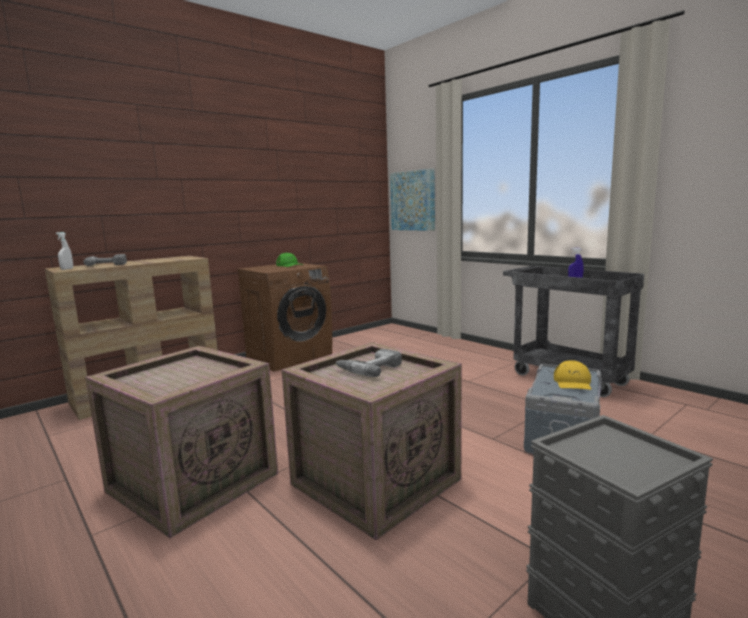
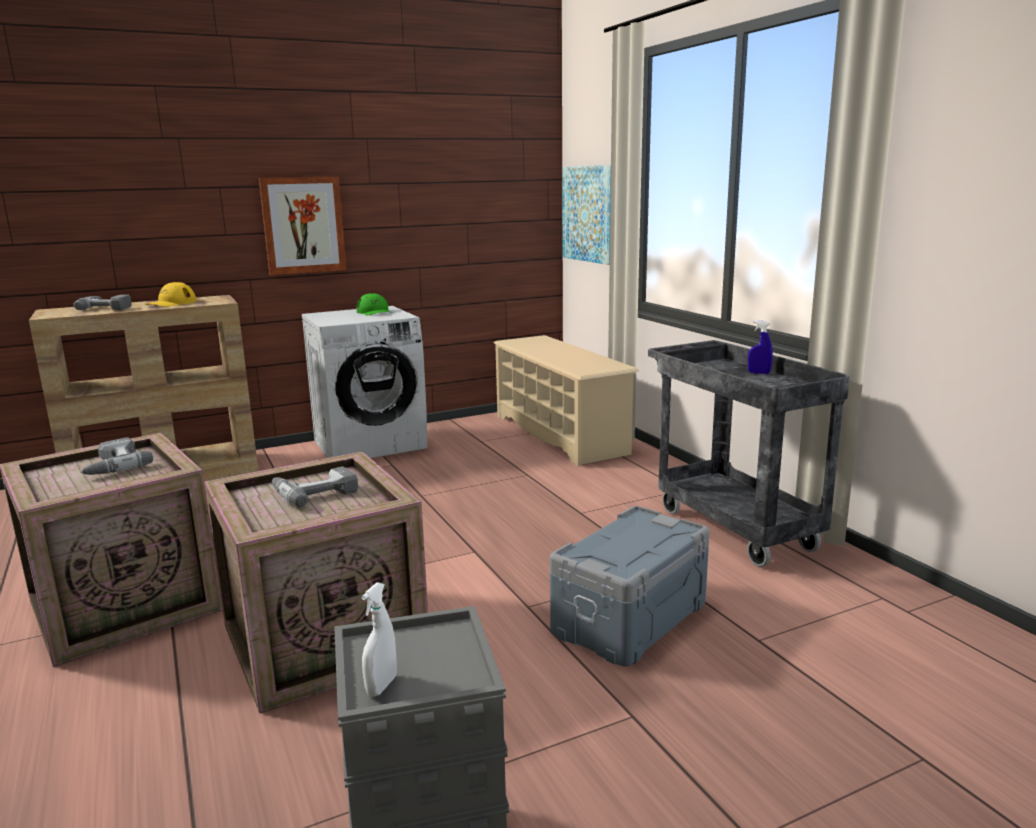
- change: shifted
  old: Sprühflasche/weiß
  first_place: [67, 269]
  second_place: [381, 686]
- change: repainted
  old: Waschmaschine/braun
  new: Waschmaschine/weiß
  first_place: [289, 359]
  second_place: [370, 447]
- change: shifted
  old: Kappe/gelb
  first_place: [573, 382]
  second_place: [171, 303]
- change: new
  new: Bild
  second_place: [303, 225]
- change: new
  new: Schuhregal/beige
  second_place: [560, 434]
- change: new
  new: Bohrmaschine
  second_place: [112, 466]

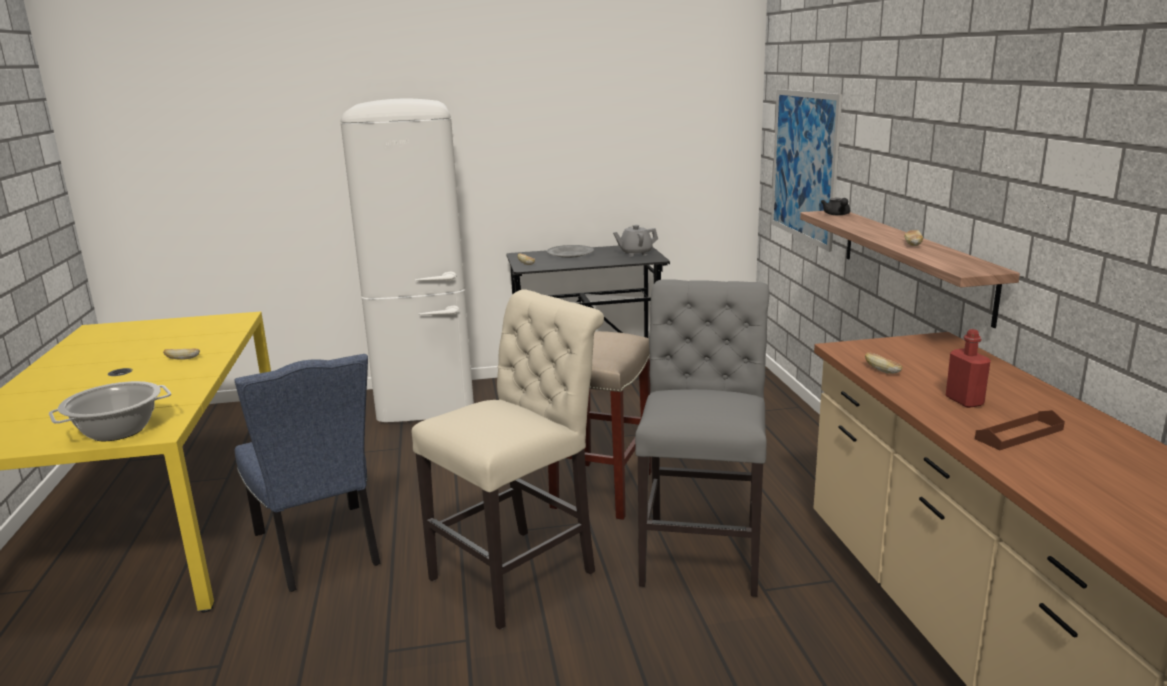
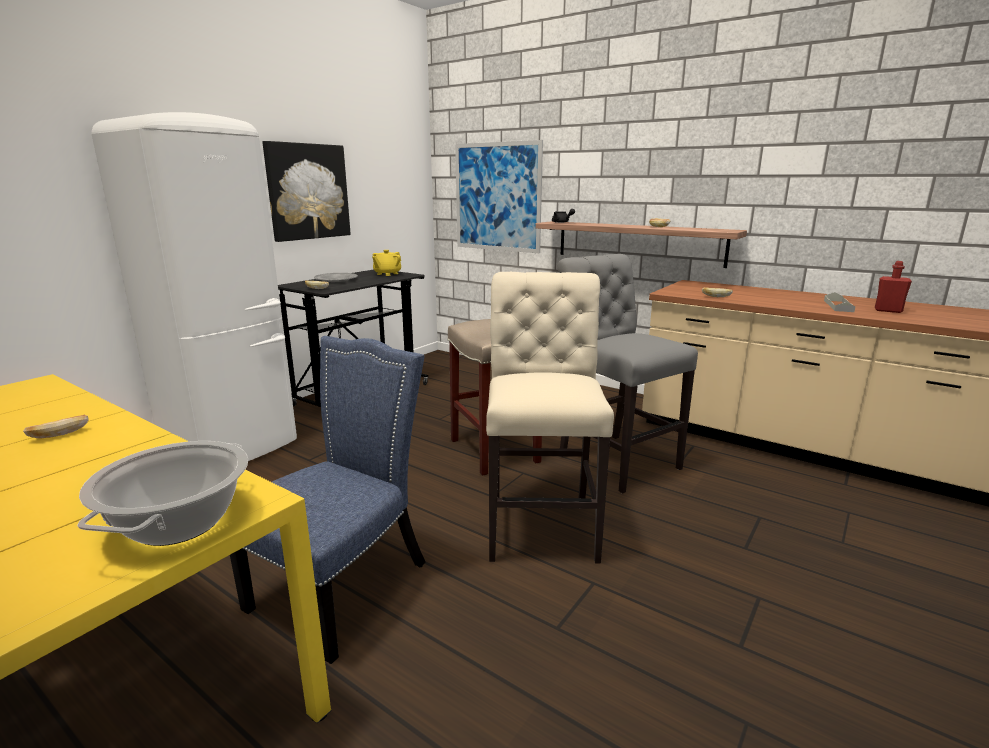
- change: repainted
  old: Teekanne/grau
  new: Teekanne/gelb
  first_place: [635, 253]
  second_place: [387, 274]
- change: shifted
  old: Flasche/rot
  first_place: [964, 401]
  second_place: [888, 310]
- change: rotated
  old: Stuhl/blau
  first_place: [320, 545]
  second_place: [339, 590]
  degrees: -75
- change: repainted
  old: Tablett/braun
  new: Tablett/grau
  first_place: [1019, 434]
  second_place: [838, 306]
- change: new
  new: Bild
  second_place: [308, 192]

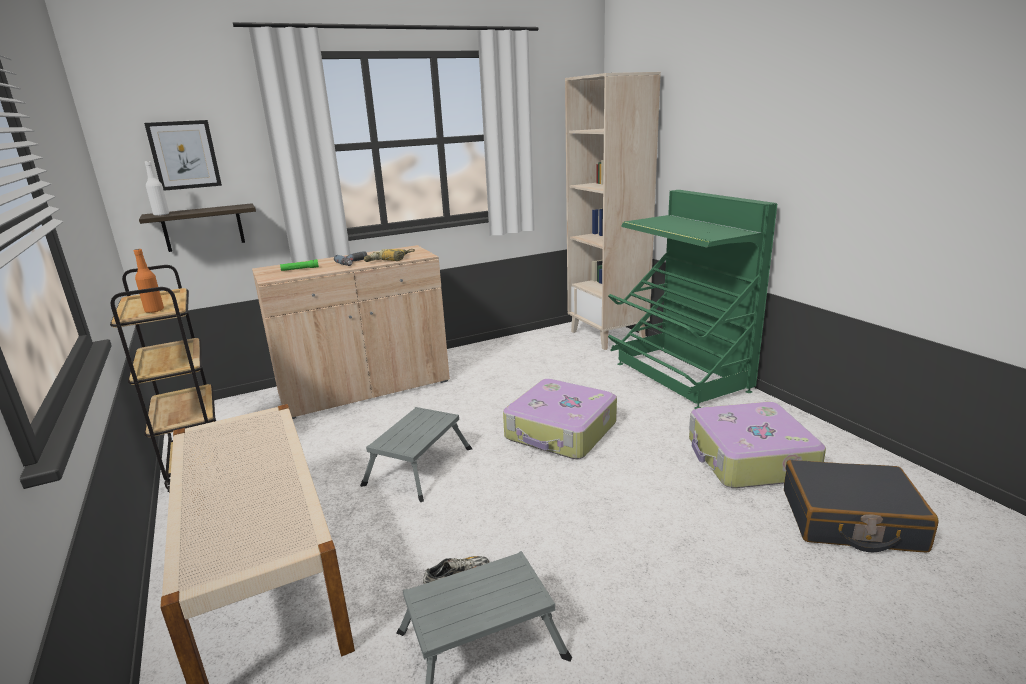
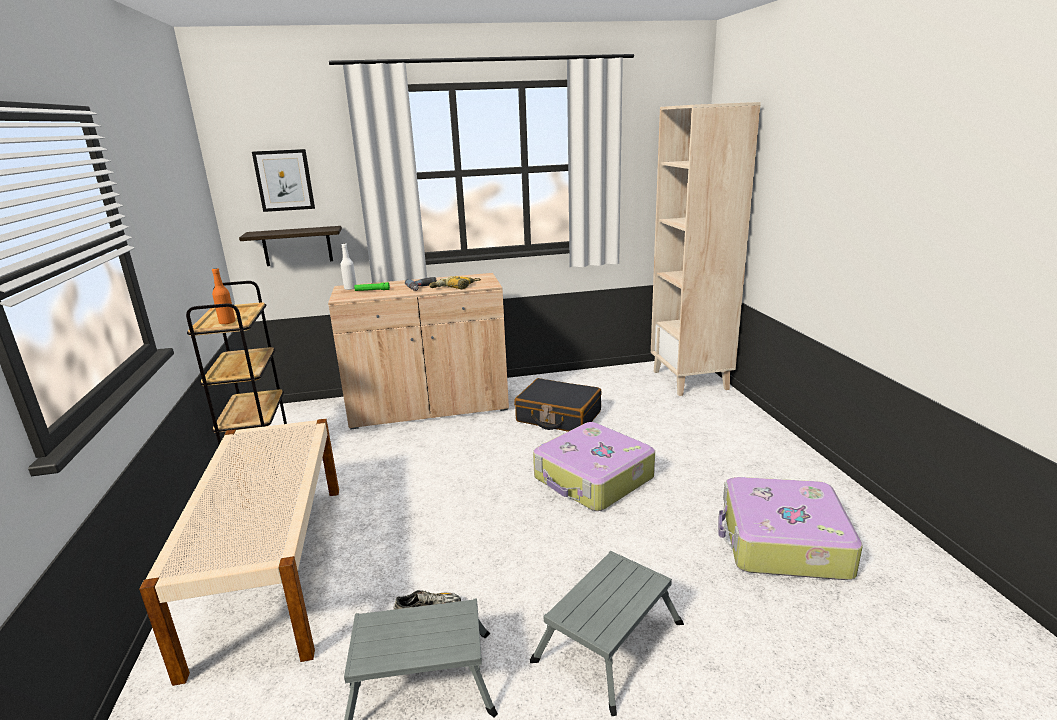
- change: shifted
  old: Flasche/weiß
  first_place: [161, 214]
  second_place: [350, 288]
- change: gone
  old: Schuhregal/grün
  first_place: [676, 378]
- change: shifted
  old: Trittleiter/grau
  first_place: [418, 466]
  second_place: [608, 642]
- change: shifted
  old: Koffer/schwarz
  first_place: [850, 520]
  second_place: [558, 416]

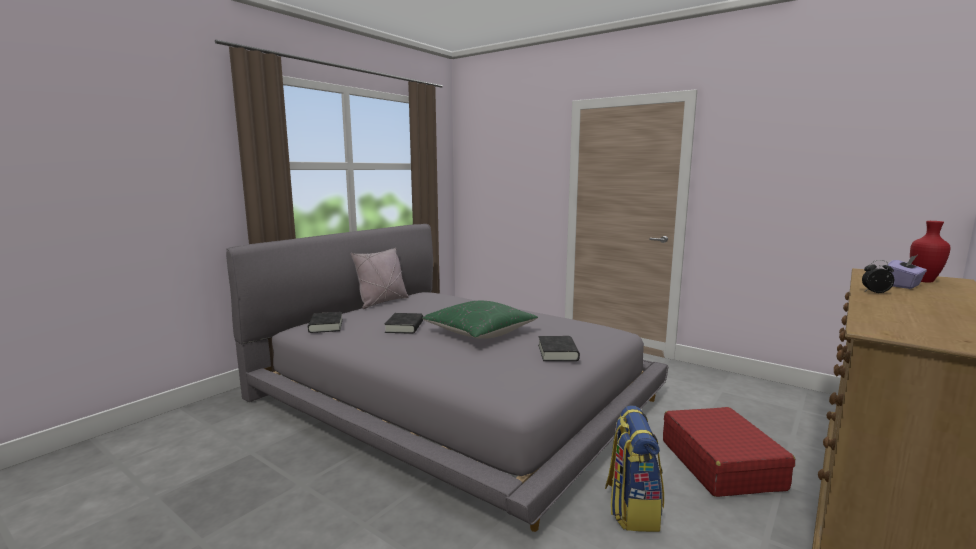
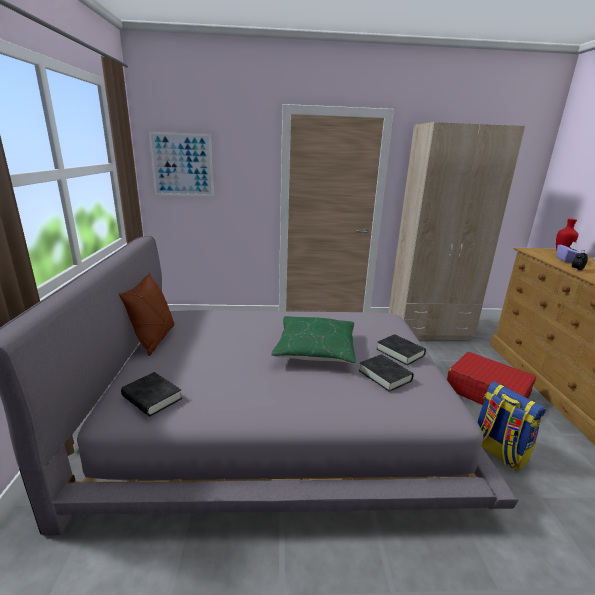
- change: repainted
  old: Kissen/lila
  new: Kissen/braun
  first_place: [382, 302]
  second_place: [154, 339]
- change: shifted
  old: Buch/schwarz
  first_place: [404, 327]
  second_place: [385, 376]
- change: new
  new: Kleiderschrank/beige
  second_place: [429, 330]
- change: new
  new: Bild
  second_place: [182, 165]

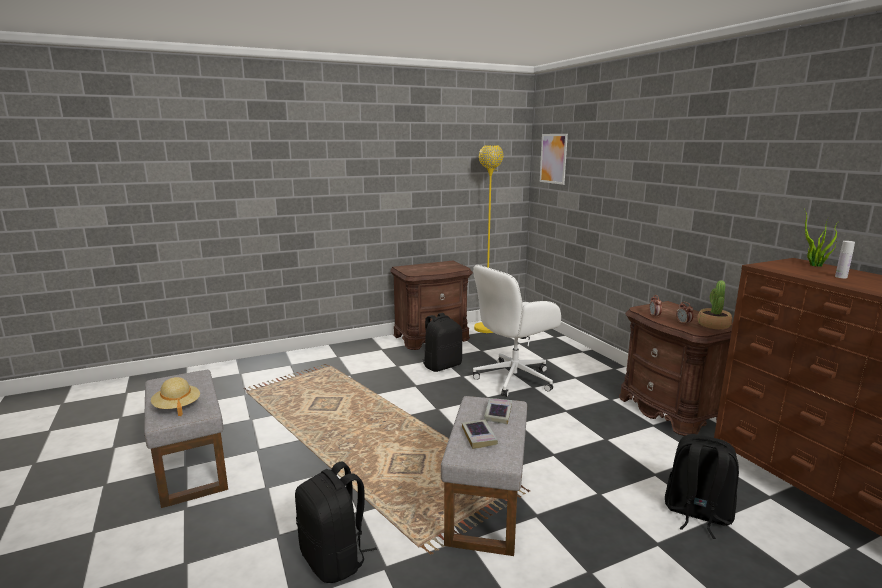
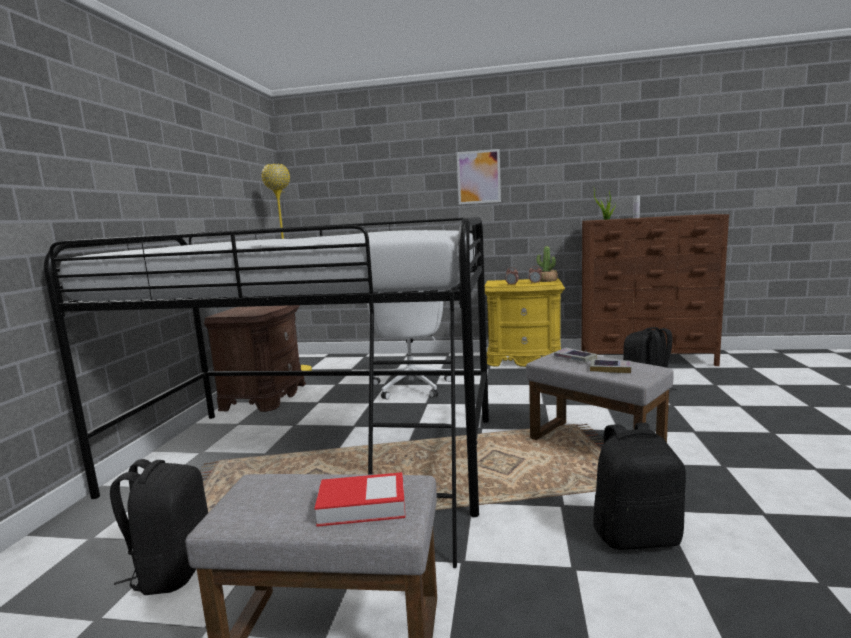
- change: shifted
  old: Bild
  first_place: [553, 158]
  second_place: [478, 177]
- change: repainted
  old: Nachttisch/braun
  new: Nachttisch/gelb
  first_place: [669, 410]
  second_place: [524, 359]
- change: shifted
  old: Rucksack/schwarz
  first_place: [442, 366]
  second_place: [172, 569]
- change: swapped
  old: Hut/beige
  new: Buch
  first_place: [177, 406]
  second_place: [362, 506]
- change: new
  new: Bett/schwarz
  second_place: [316, 457]

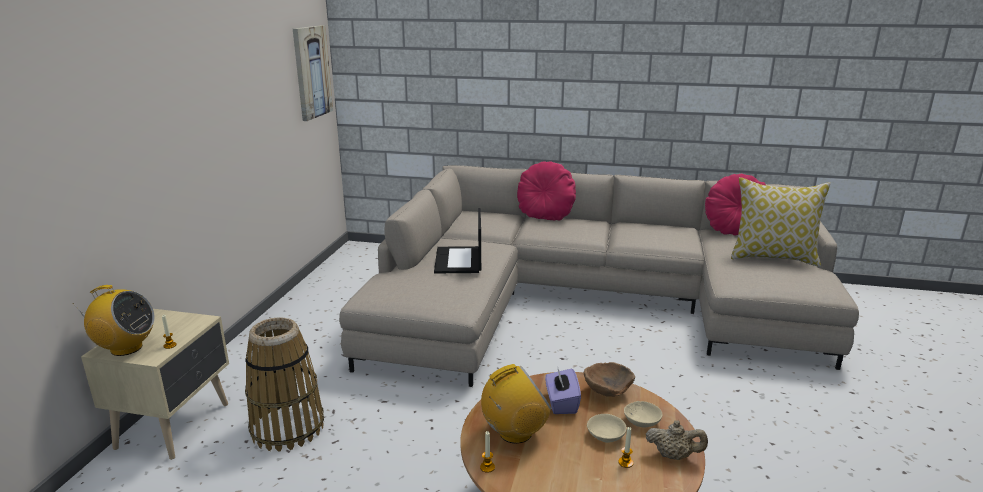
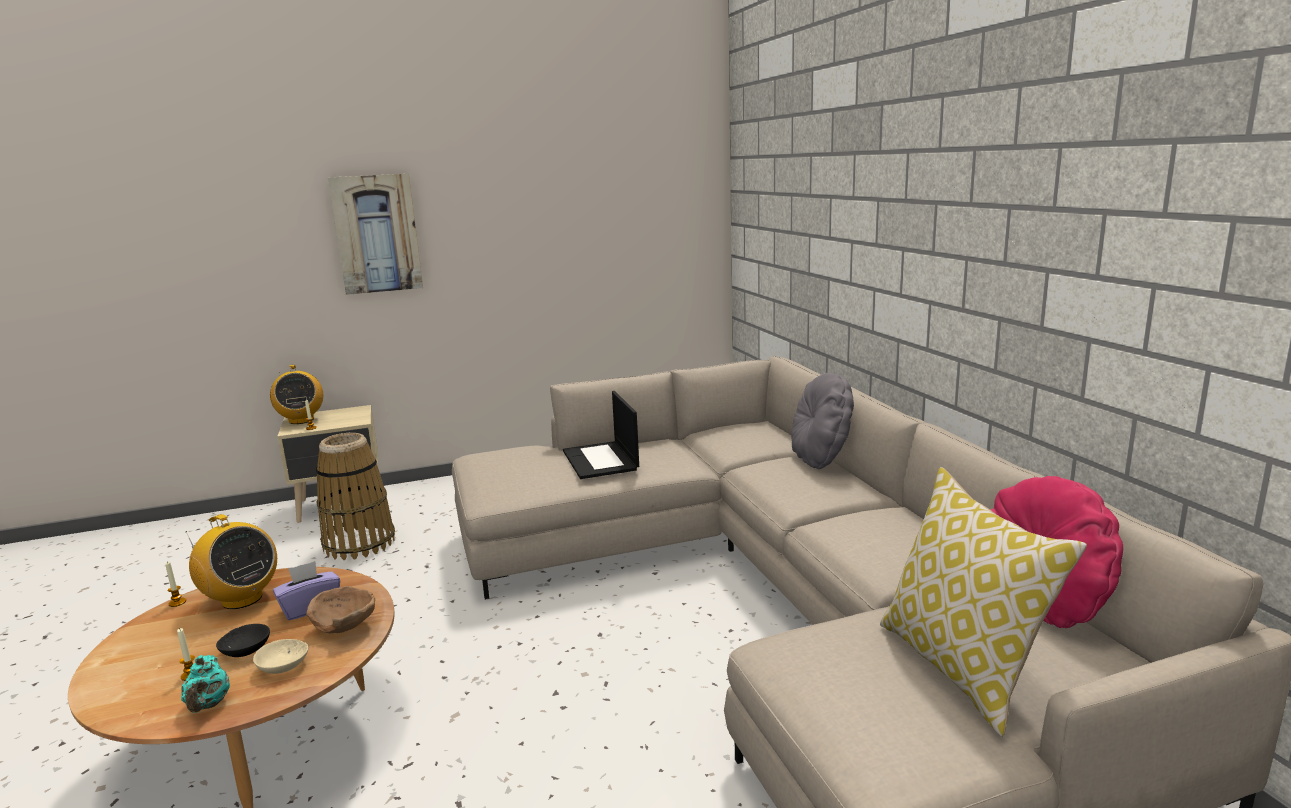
- change: shifted
  old: Bild
  first_place: [311, 72]
  second_place: [377, 234]
- change: repainted
  old: Kissen/rosa
  new: Kissen/grau
  first_place: [545, 217]
  second_place: [820, 461]
- change: rotated
  old: Laptop
  first_place: [459, 260]
  second_place: [601, 460]
  degrees: -75
- change: repainted
  old: Schüssel/beige
  new: Schüssel/schwarz
  first_place: [607, 435]
  second_place: [247, 651]
- change: repainted
  old: Teekanne/beige
  new: Teekanne/türkis
  first_place: [674, 456]
  second_place: [208, 705]

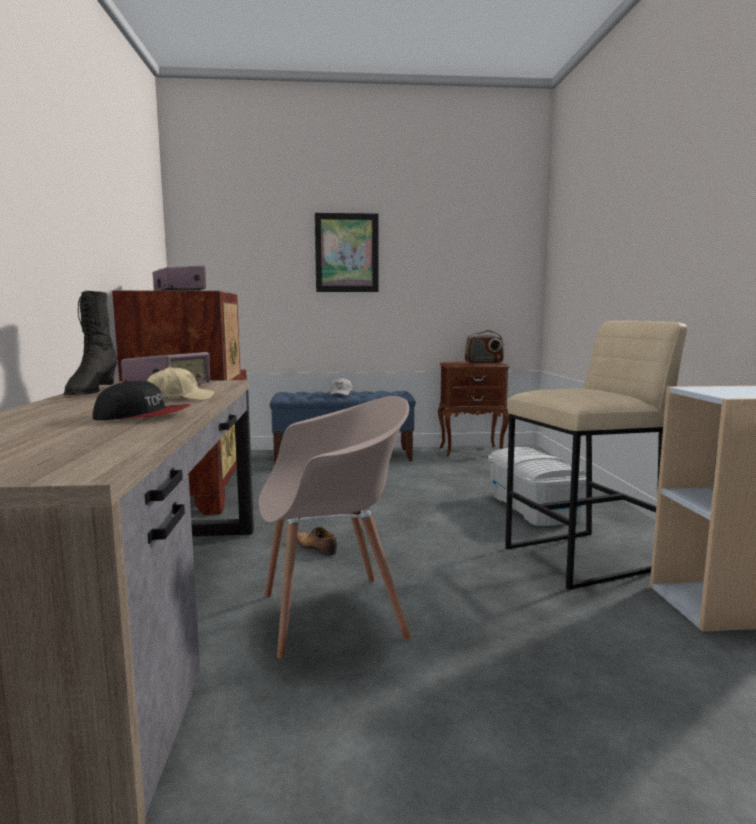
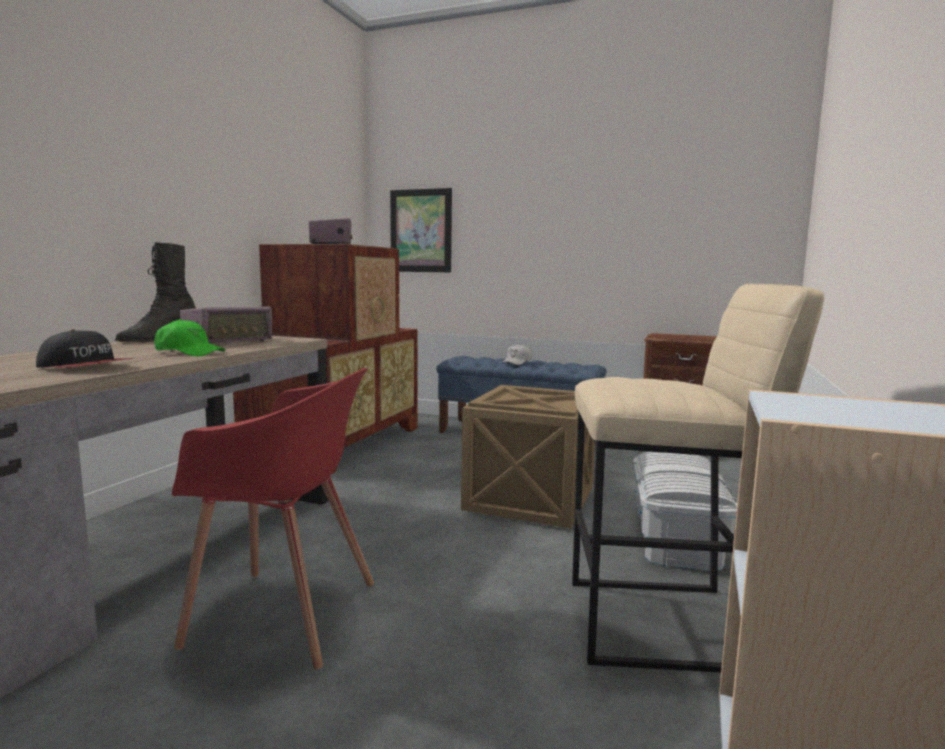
- change: shifted
  old: Bild
  first_place: [347, 253]
  second_place: [421, 231]
- change: gone
  old: Radio
  first_place: [483, 363]
- change: repainted
  old: Kappe/beige
  new: Kappe/grün
  first_place: [180, 398]
  second_place: [189, 352]
- change: repainted
  old: Stuhl/beige
  new: Stuhl/rot
  first_place: [335, 615]
  second_place: [285, 615]
- change: gone
  old: Schuh
  first_place: [315, 548]
- change: new
  new: Kiste
  second_place: [531, 500]

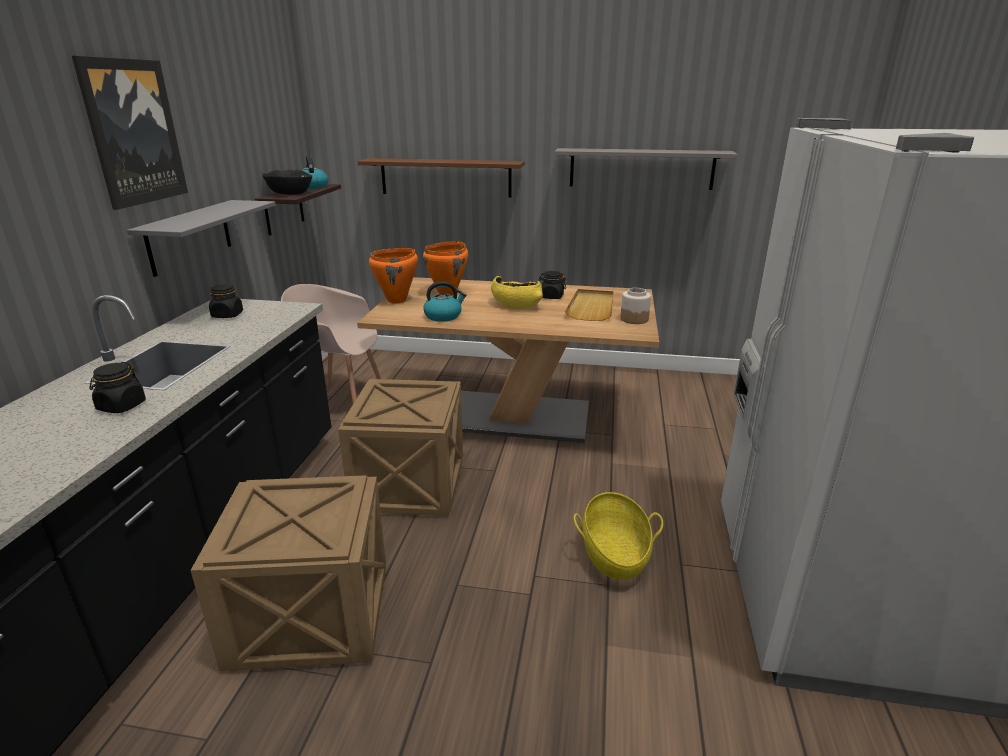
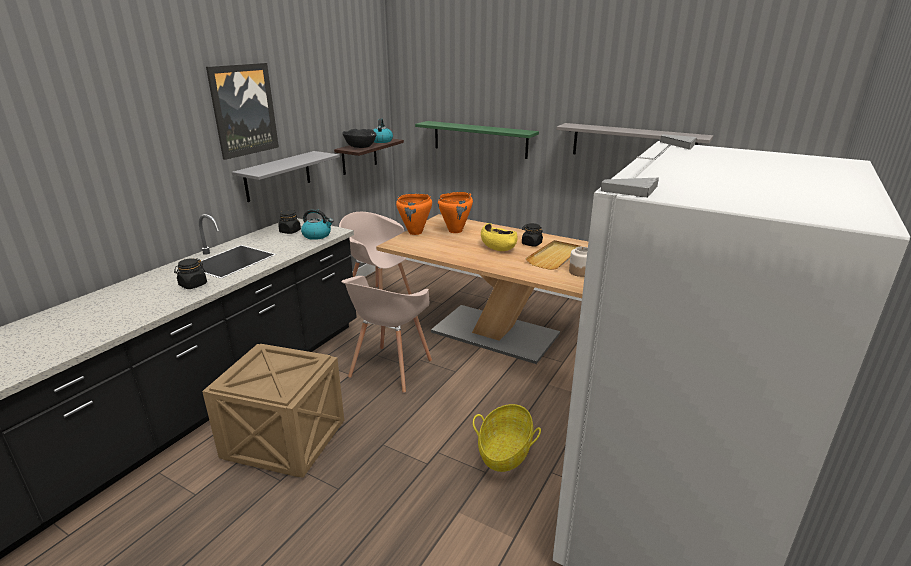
- change: repainted
  old: Wandregal/braun
  new: Wandregal/grün
  first_place: [445, 177]
  second_place: [480, 139]
- change: shifted
  old: Wasserkessel
  first_place: [443, 316]
  second_place: [317, 235]
- change: swapped
  old: Kiste
  new: Stuhl/beige
  first_place: [410, 485]
  second_place: [390, 369]

